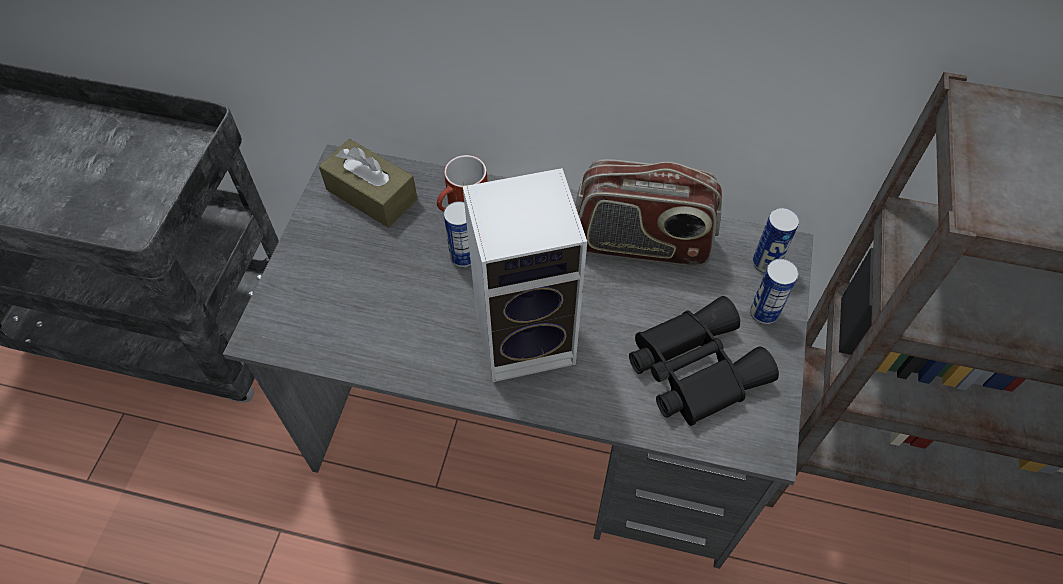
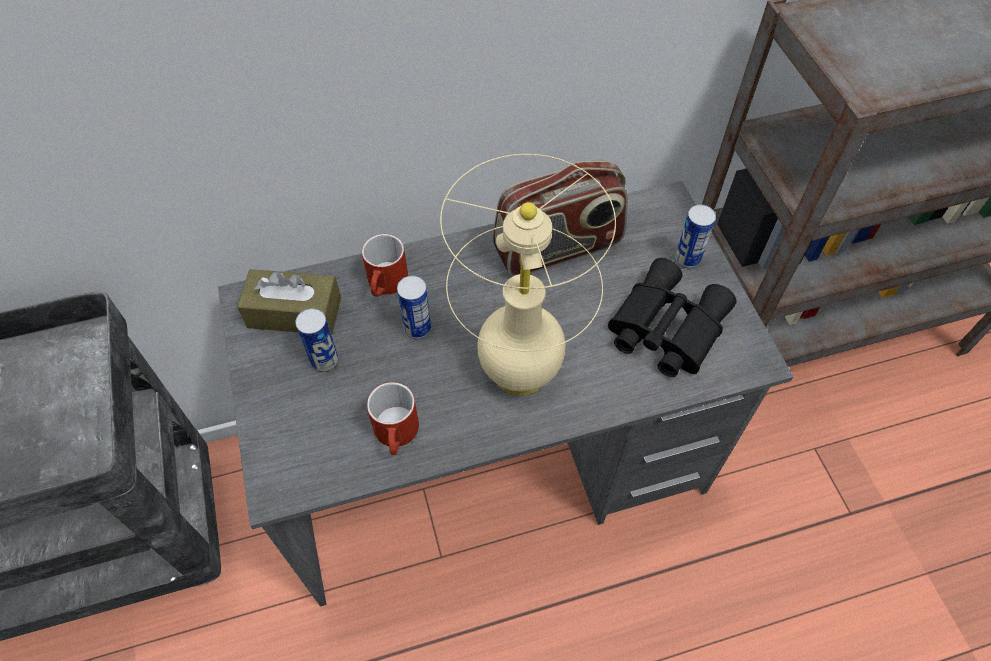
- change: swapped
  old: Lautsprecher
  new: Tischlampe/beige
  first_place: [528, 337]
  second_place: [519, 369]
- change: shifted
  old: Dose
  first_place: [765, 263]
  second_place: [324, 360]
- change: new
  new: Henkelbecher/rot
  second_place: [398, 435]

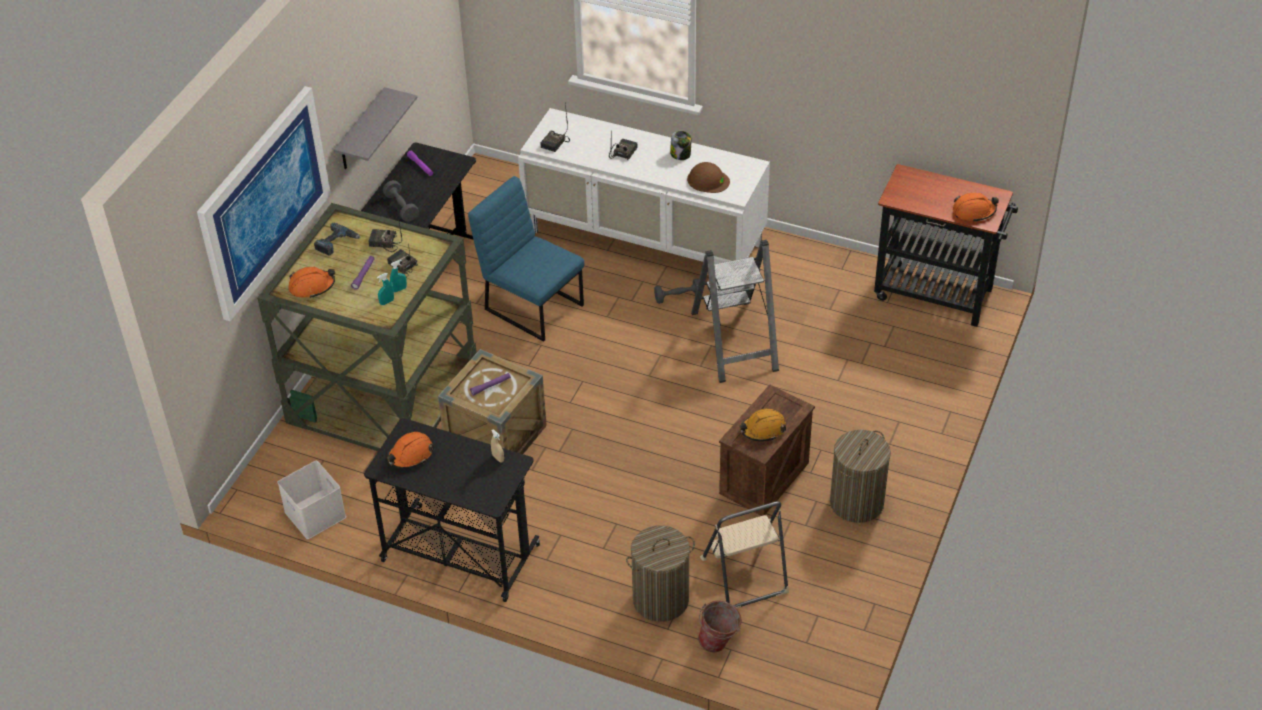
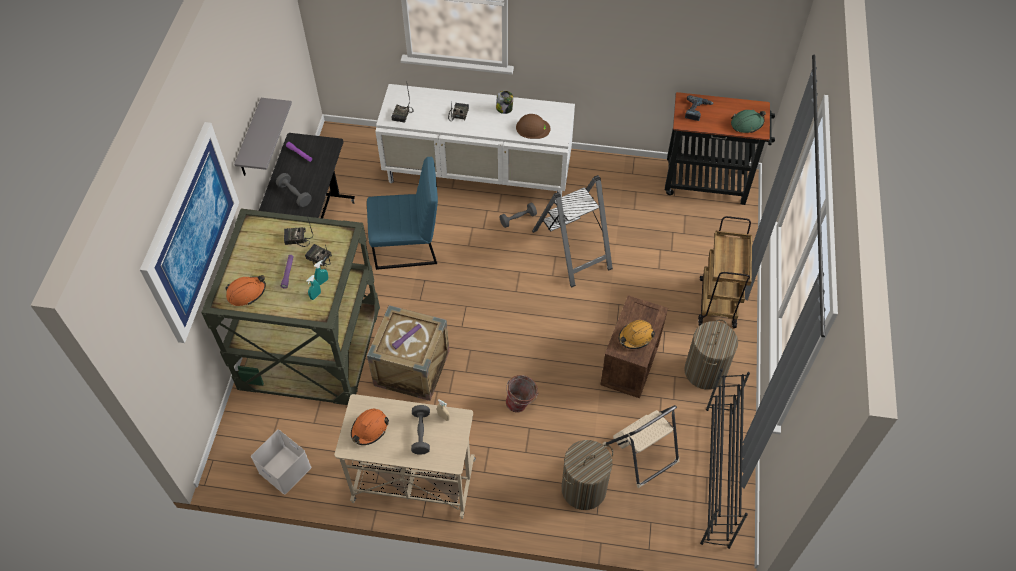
- change: rotated
  old: Stuhl/blau
  first_place: [532, 305]
  second_place: [407, 246]
  degrees: 150
- change: repainted
  old: Schutzhelm/orange
  new: Schutzhelm/grün
  first_place: [973, 211]
  second_place: [747, 124]
- change: shifted
  old: Bohrmaschine
  first_place: [337, 243]
  second_place: [697, 110]
- change: repainted
  old: Schreibtisch/schwarz
  new: Schreibtisch/beige
  first_place: [460, 553]
  second_place: [413, 481]
- change: shifted
  old: Eimer
  first_place: [719, 643]
  second_place: [521, 404]
- change: new
  new: Rollwagen/braun
  second_place: [717, 303]
- change: new
  new: Schuhregal/schwarz
  second_place: [717, 476]
- change: new
  new: Hantel/grau
  second_place: [421, 433]

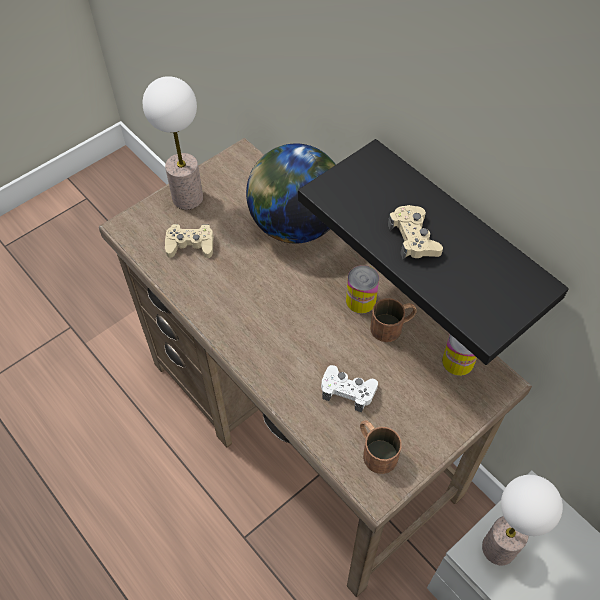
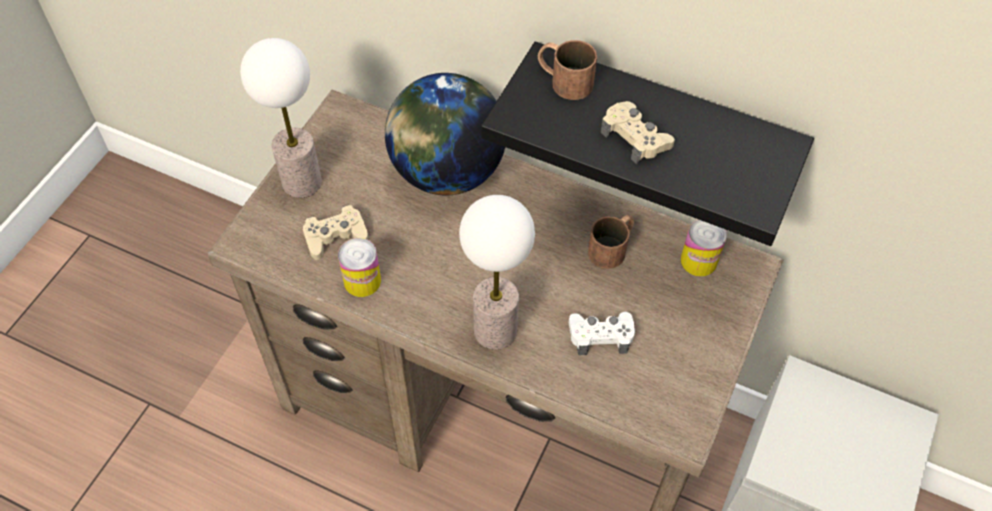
- change: shifted
  old: Dose
  first_place: [360, 300]
  second_place: [362, 281]
- change: shifted
  old: Henkelbecher/braun
  first_place: [375, 449]
  second_place: [563, 80]
- change: shifted
  old: Tischlampe
  first_place: [498, 548]
  second_place: [494, 330]

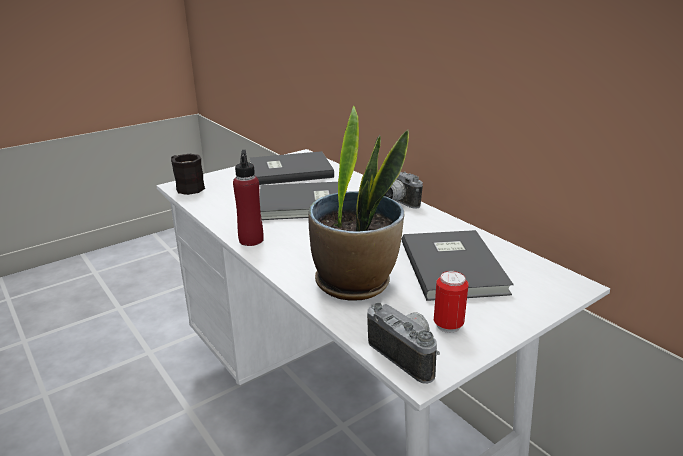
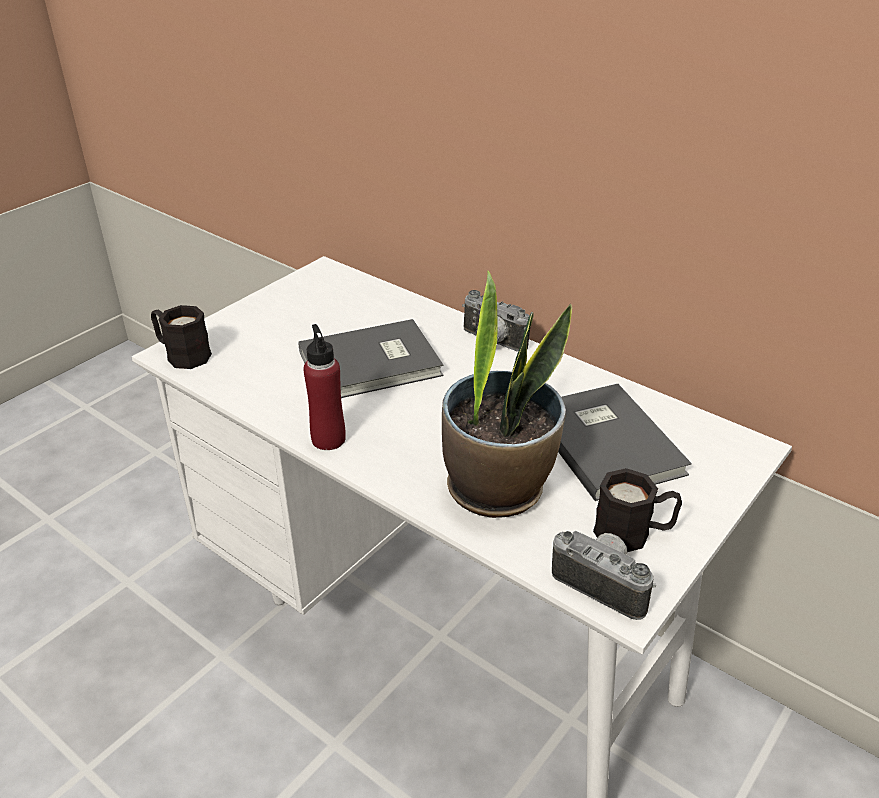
- change: gone
  old: Buch/grau
  first_place: [289, 170]
- change: swapped
  old: Dose
  new: Henkelbecher/schwarz
  first_place: [448, 325]
  second_place: [633, 533]

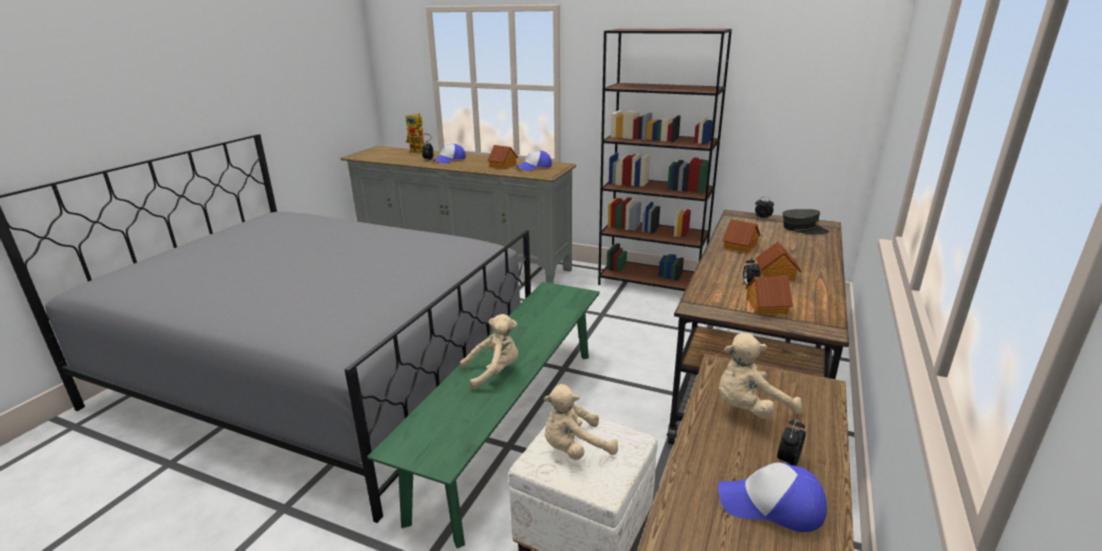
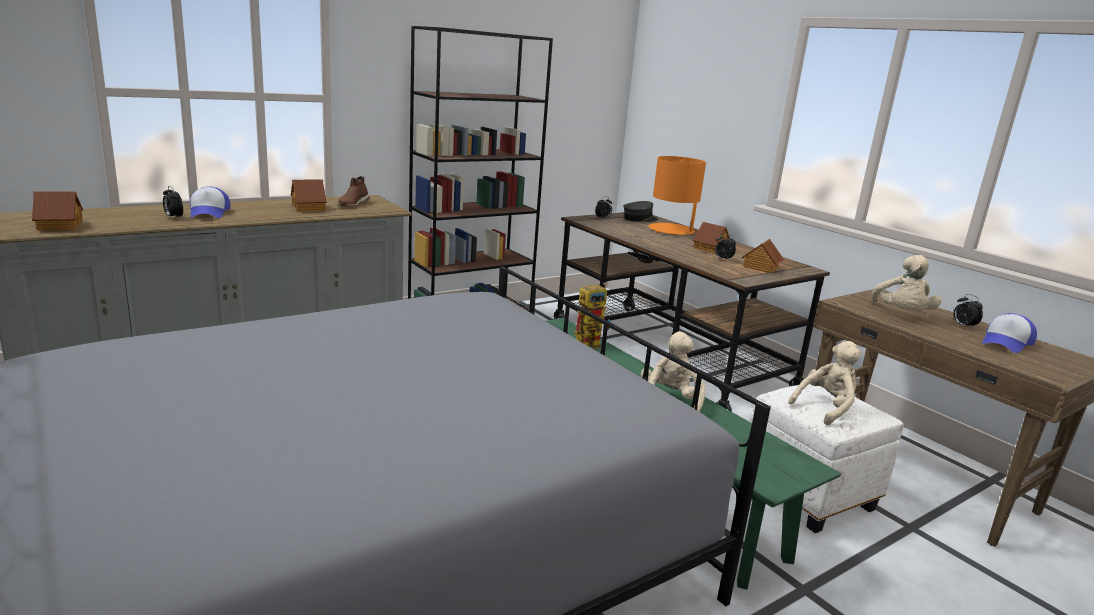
- change: shifted
  old: Spielzeugroboter
  first_place: [420, 151]
  second_place: [591, 344]
- change: swapped
  old: Kappe
  new: Schuh/braun
  first_place: [534, 167]
  second_place: [353, 204]
- change: shifted
  old: Spielzeughaus
  first_place: [740, 246]
  second_place: [59, 225]
- change: rotated
  old: Plüschtier/beige
  first_place: [575, 449]
  second_place: [825, 408]
  degrees: -135
- change: new
  new: Tischlampe/orange
  second_place: [672, 230]

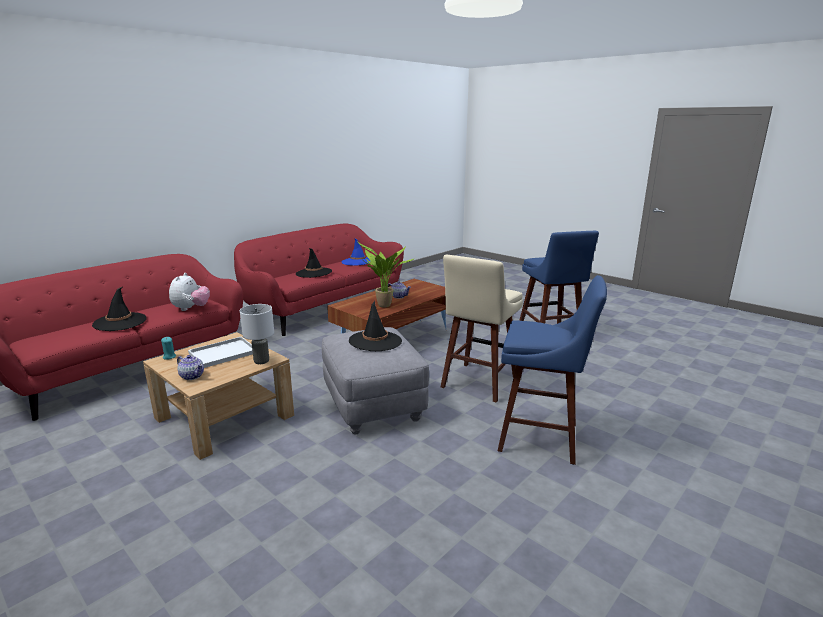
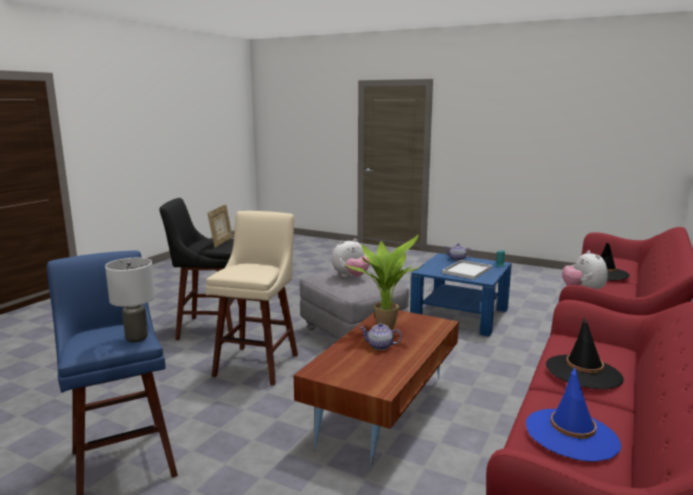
- change: repainted
  old: Hocker/blau
  new: Hocker/schwarz
  first_place: [541, 438]
  second_place: [210, 329]
- change: swapped
  old: Hut/schwarz
  new: Plüschtier
  first_place: [375, 341]
  second_place: [351, 277]
- change: shifted
  old: Tischlampe/weiß
  first_place: [261, 362]
  second_place: [137, 338]
- change: repainted
  old: Couchtisch/braun
  new: Couchtisch/blau
  first_place: [224, 417]
  second_place: [460, 315]
- change: new
  new: Bilderrahmen
  second_place: [221, 242]

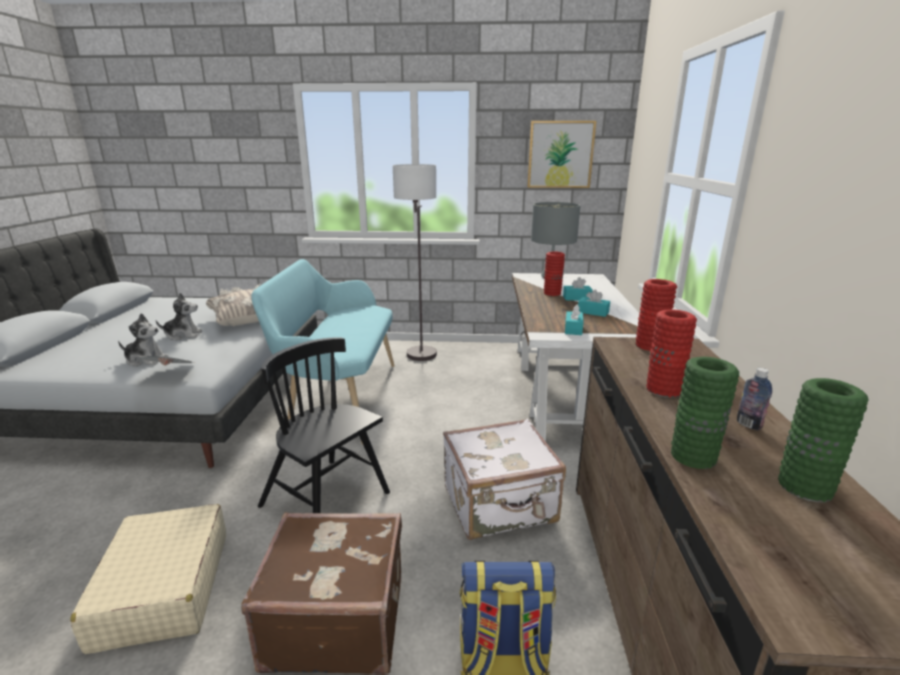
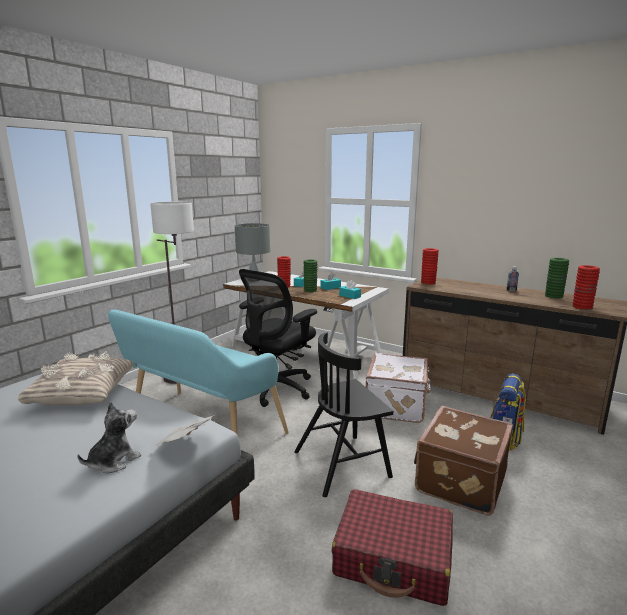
- change: gone
  old: Bild
  first_place: [560, 154]
- change: gone
  old: Plüschtier
  first_place: [183, 335]
- change: shifted
  old: Vase/rot
  first_place: [663, 389]
  second_place: [582, 307]
- change: shifted
  old: Vase/grün
  first_place: [693, 456]
  second_place: [310, 290]
- change: repainted
  old: Koffer/beige
  new: Koffer/rot
  first_place: [163, 588]
  second_place: [393, 558]
- change: new
  new: Bürostuhl/schwarz
  second_place: [278, 386]

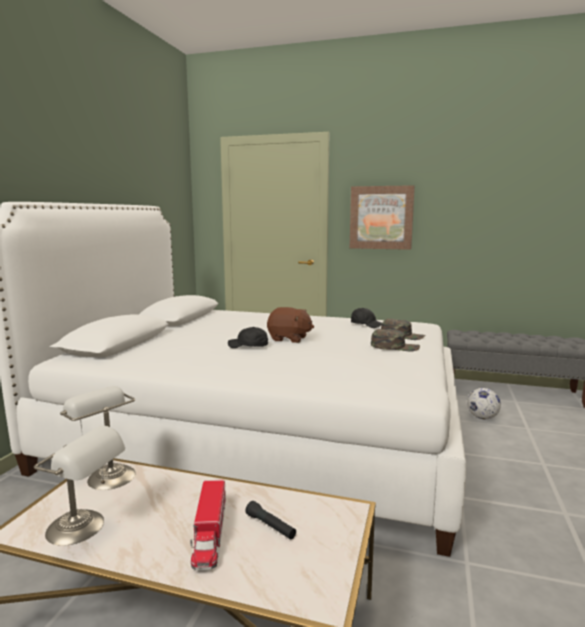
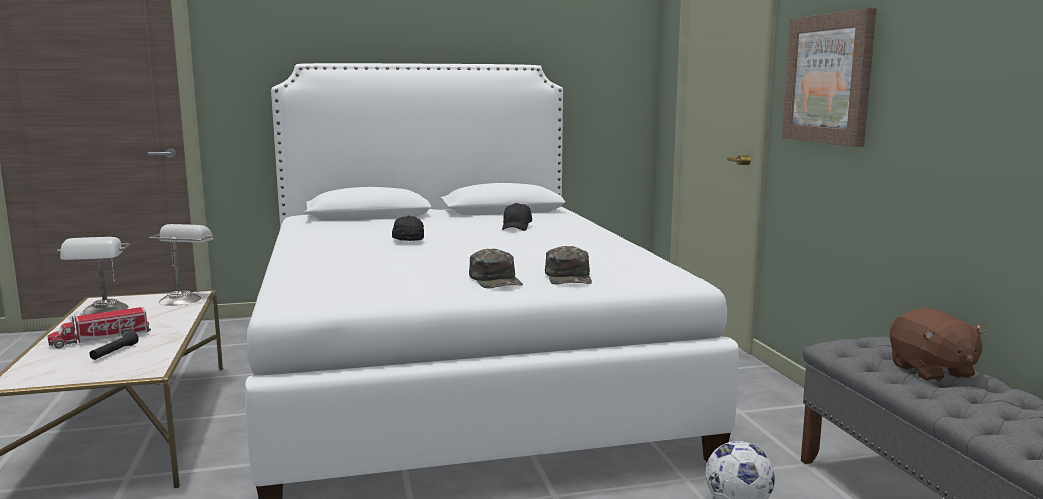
- change: shifted
  old: Plüschtier/braun
  first_place: [289, 339]
  second_place: [931, 371]
- change: shifted
  old: Kappe/schwarz
  first_place: [366, 325]
  second_place: [516, 227]

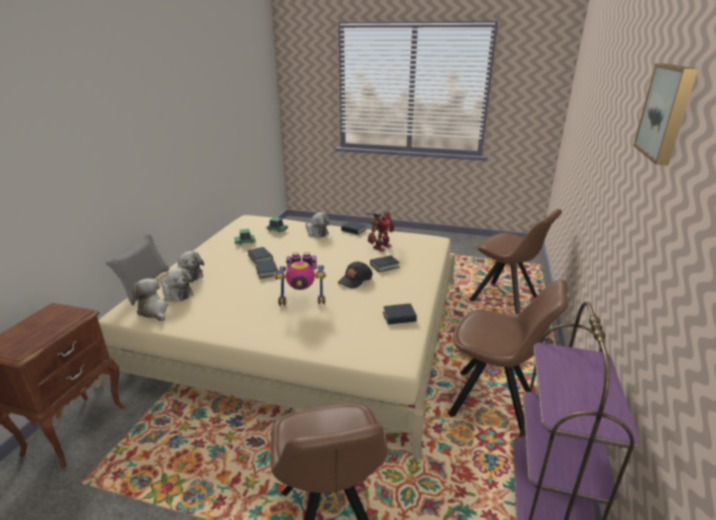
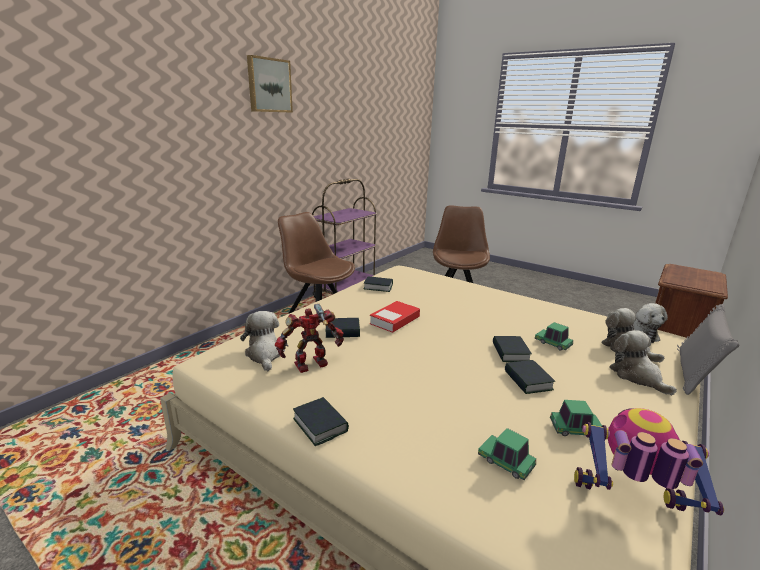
- change: gone
  old: Stuhl/braun
  first_place: [505, 300]
- change: shifted
  old: Plüschtier
  first_place: [316, 233]
  second_place: [265, 354]
- change: shifted
  old: Spielzeugroboter
  first_place: [302, 300]
  second_place: [628, 506]
- change: swapped
  old: Kappe/schwarz
  new: Buch
  first_place: [355, 279]
  second_place: [395, 320]
- change: new
  new: Spielzeugauto
  second_place: [553, 343]

